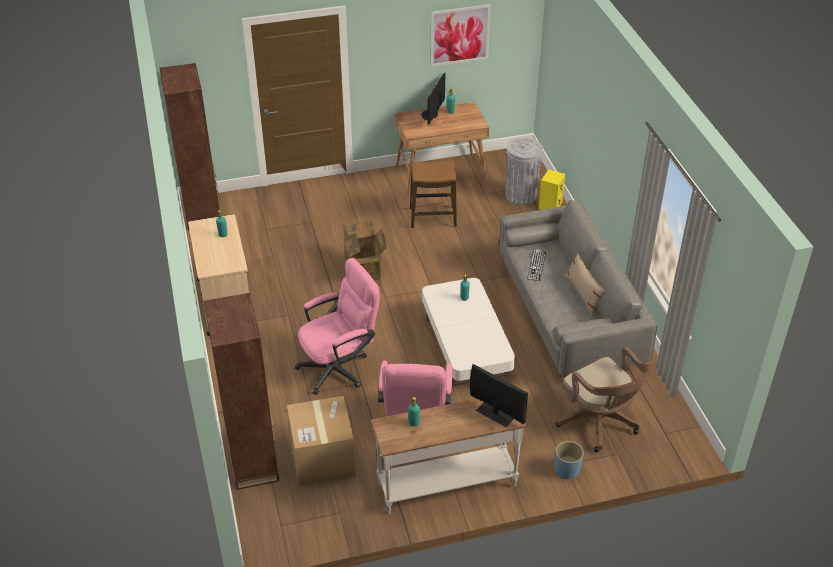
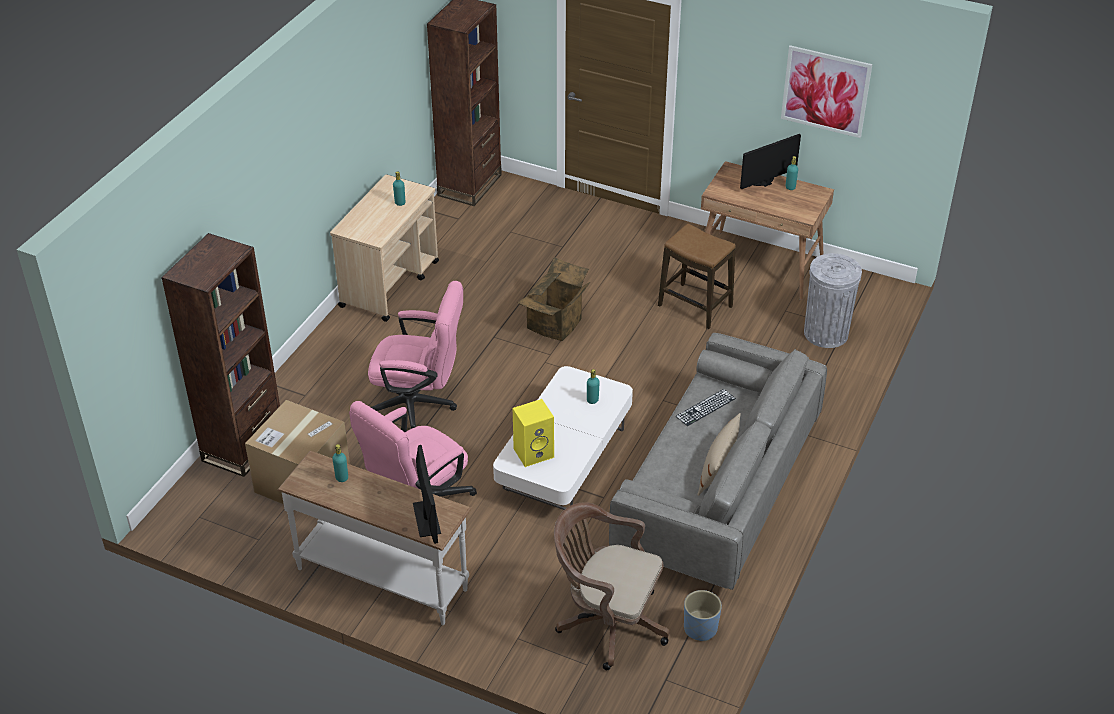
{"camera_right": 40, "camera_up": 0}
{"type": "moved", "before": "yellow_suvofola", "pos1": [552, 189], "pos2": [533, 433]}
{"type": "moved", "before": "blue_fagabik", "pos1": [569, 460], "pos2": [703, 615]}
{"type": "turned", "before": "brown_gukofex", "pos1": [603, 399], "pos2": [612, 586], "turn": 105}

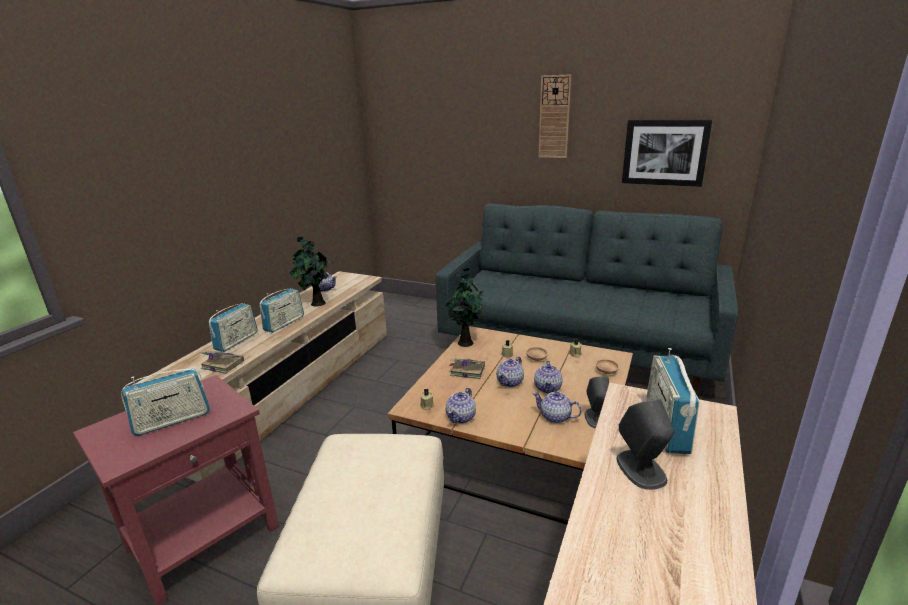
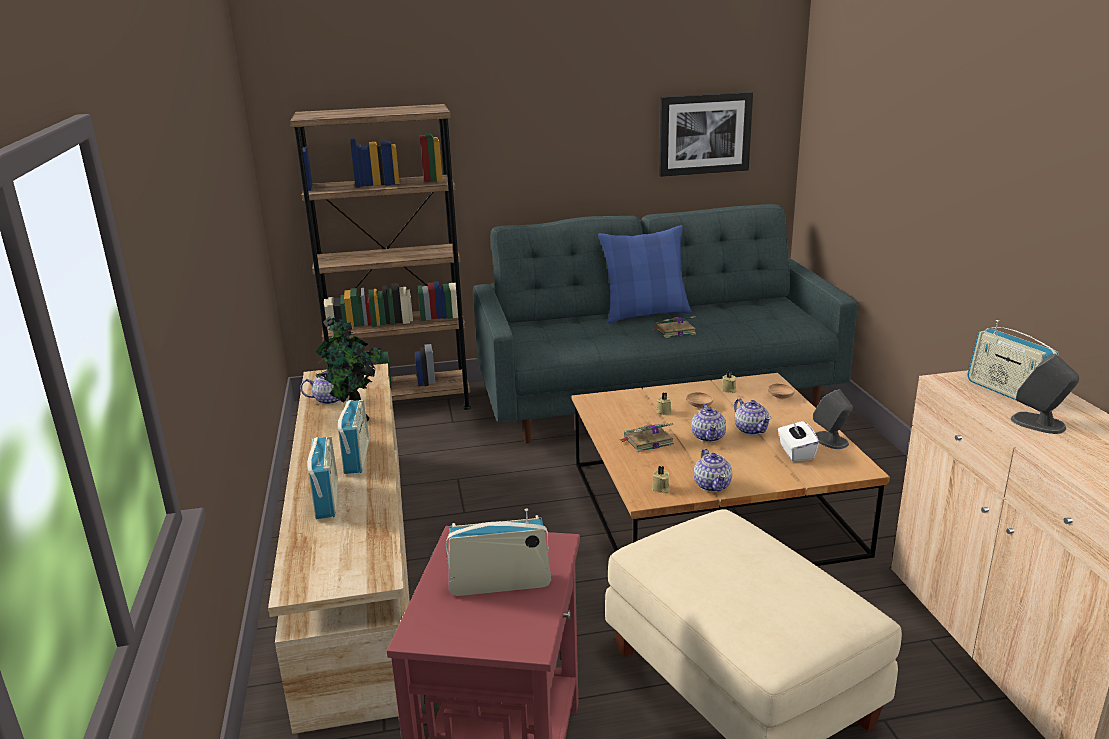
{"camera_right": -35, "camera_up": 0}
{"type": "removed", "before": "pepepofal", "pos1": [463, 307]}
{"type": "removed", "before": "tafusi", "pos1": [554, 116]}
{"type": "added", "after": "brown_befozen", "pos2": [380, 257]}
{"type": "added", "after": "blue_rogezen", "pos2": [645, 274]}
{"type": "moved", "before": "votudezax", "pos1": [221, 362], "pos2": [674, 327]}
{"type": "replaced", "before": "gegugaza", "after": "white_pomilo", "pos1": [557, 407], "pos2": [798, 440]}
{"type": "turned", "before": "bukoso", "pos1": [165, 402], "pos2": [498, 552], "turn": -120}

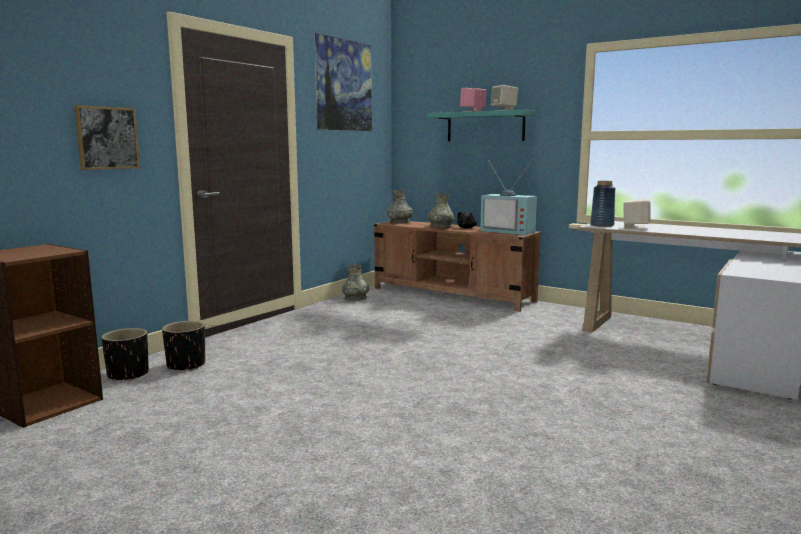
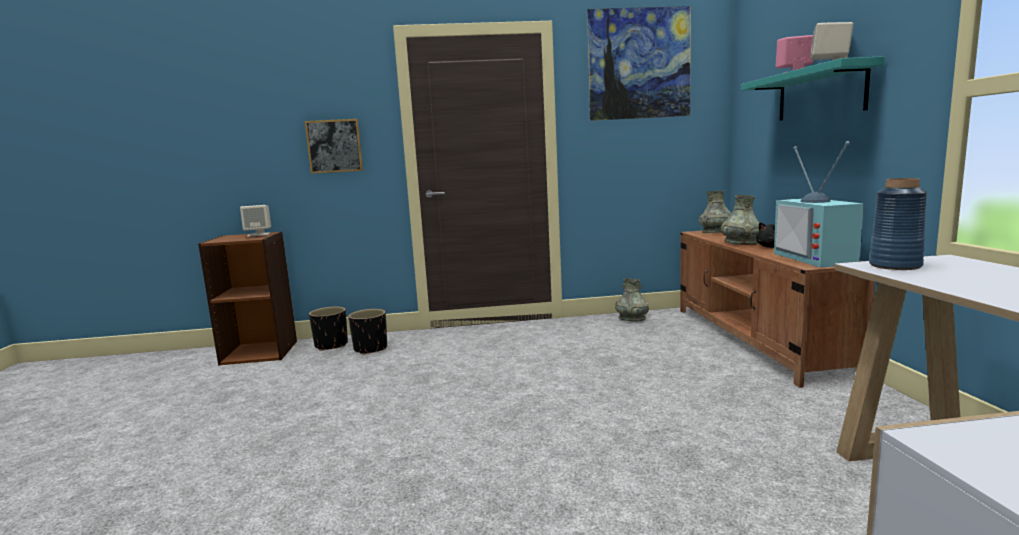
{"camera_right": 50, "camera_up": 0}
{"type": "moved", "before": "beige_suvofola", "pos1": [637, 214], "pos2": [255, 221]}

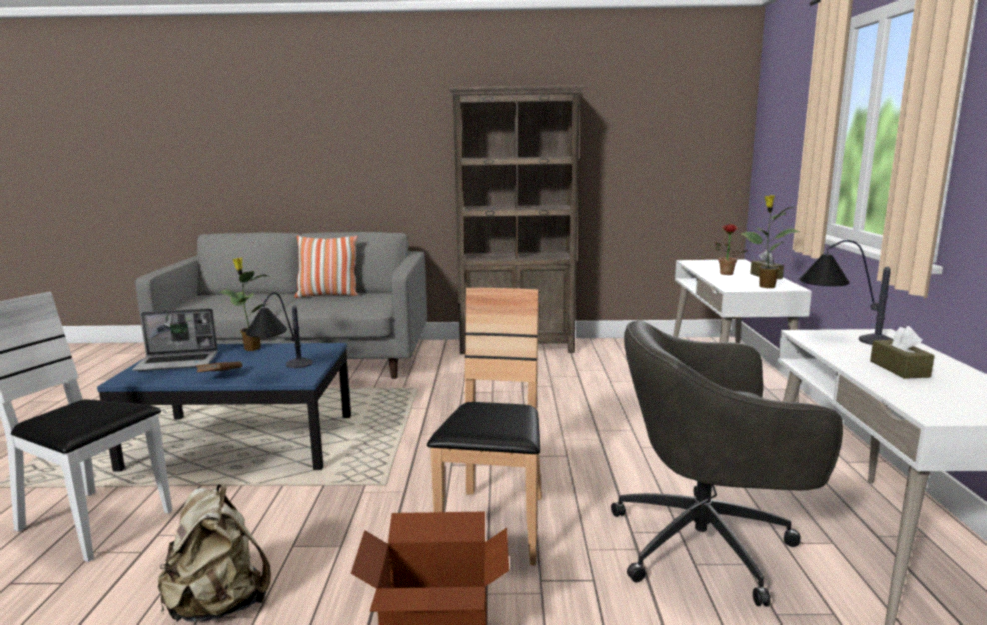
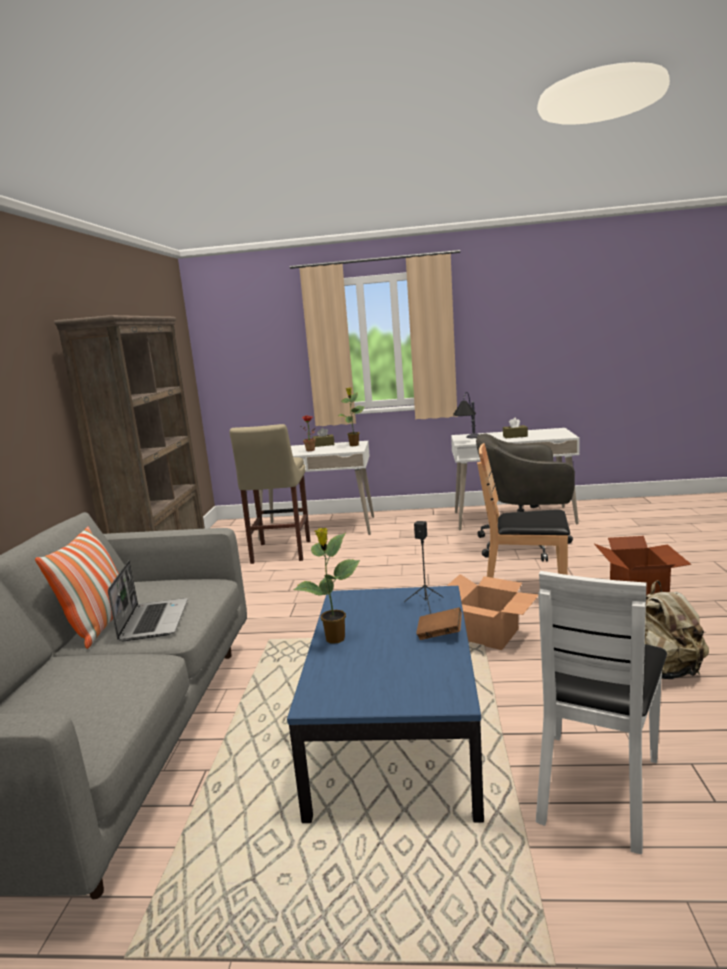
{"camera_right": -85, "camera_up": 0}
{"type": "added", "after": "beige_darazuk", "pos2": [269, 494]}
{"type": "added", "after": "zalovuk", "pos2": [492, 612]}
{"type": "moved", "before": "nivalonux", "pos1": [175, 339], "pos2": [148, 600]}
{"type": "replaced", "before": "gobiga", "after": "black_suvofola", "pos1": [279, 330], "pos2": [424, 567]}
{"type": "turned", "before": "grey_gukofex", "pos1": [727, 463], "pos2": [525, 497], "turn": 90}

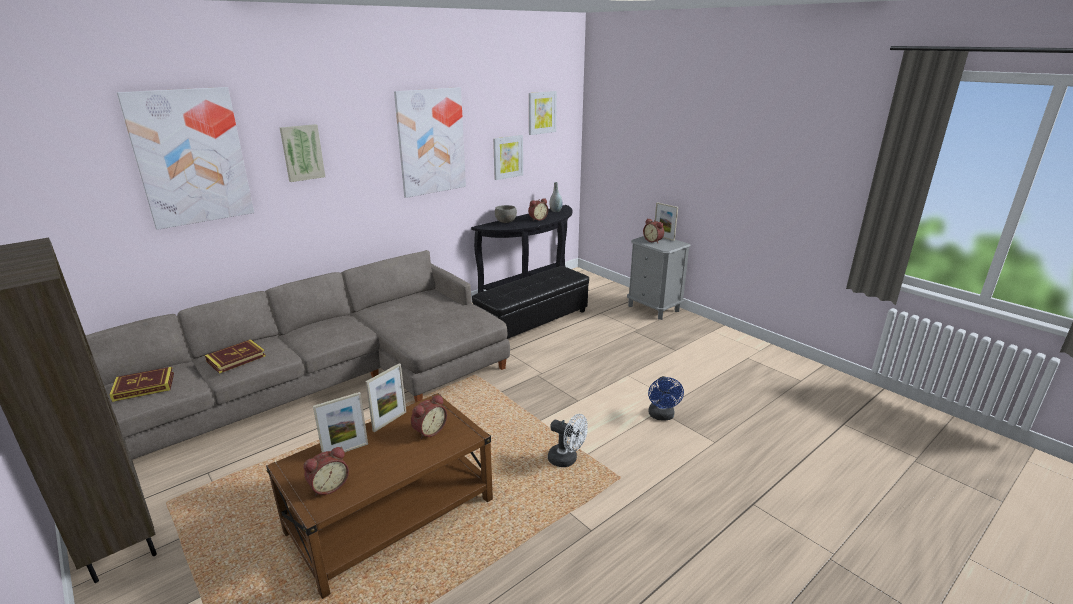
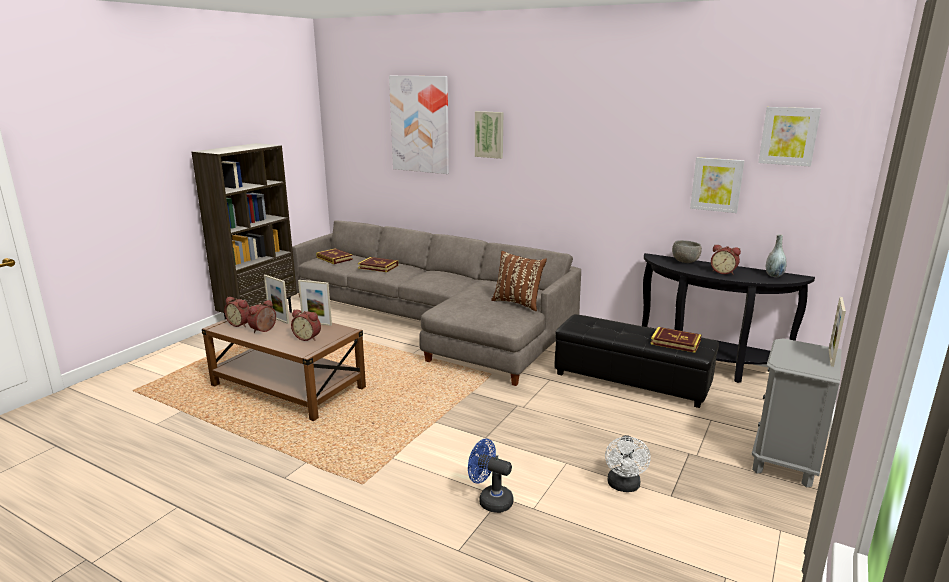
{"camera_right": 70, "camera_up": -5}
{"type": "removed", "before": "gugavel", "pos1": [430, 142]}
{"type": "added", "after": "brown_rogezen", "pos2": [519, 281]}
{"type": "added", "after": "votudezax", "pos2": [676, 340]}
{"type": "moved", "before": "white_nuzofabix", "pos1": [568, 440], "pos2": [628, 463]}
{"type": "moved", "before": "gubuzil", "pos1": [653, 230], "pos2": [261, 316]}
{"type": "turned", "before": "blue_nuzofabix", "pos1": [666, 398], "pos2": [490, 476], "turn": 45}

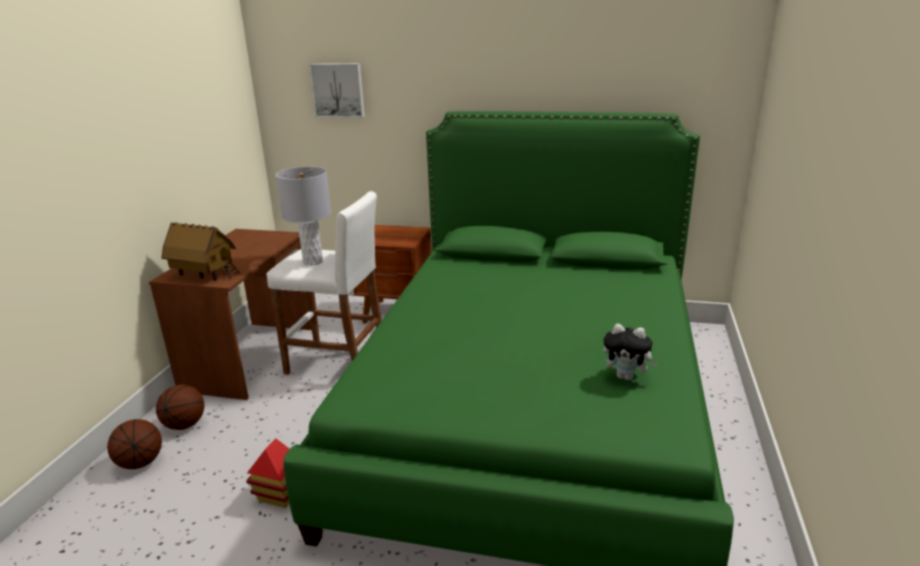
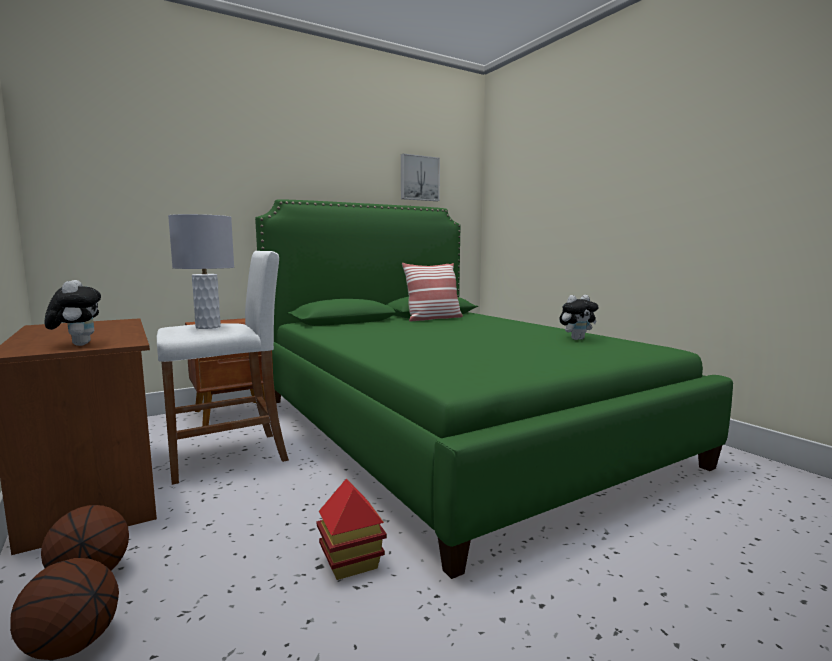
{"camera_right": -45, "camera_up": -15}
{"type": "added", "after": "rogezen", "pos2": [432, 292]}
{"type": "moved", "before": "gugavel", "pos1": [337, 90], "pos2": [420, 177]}
{"type": "replaced", "before": "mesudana", "after": "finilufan", "pos1": [200, 251], "pos2": [73, 313]}

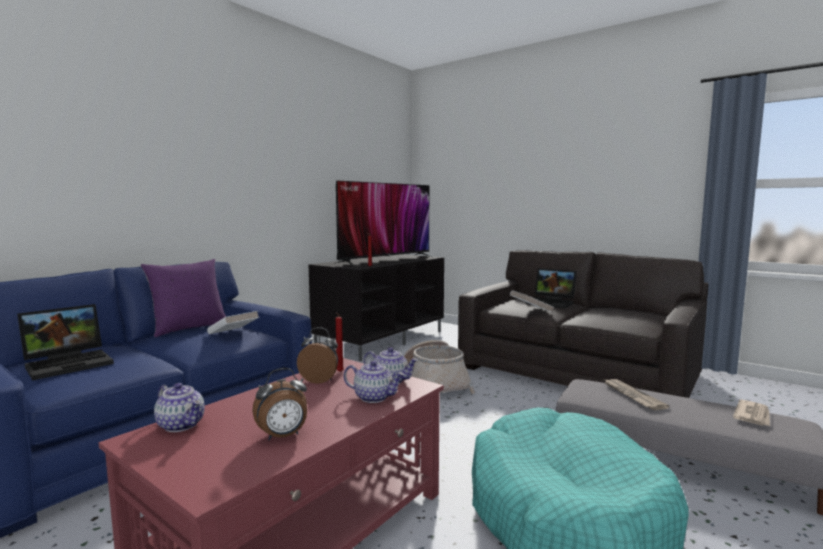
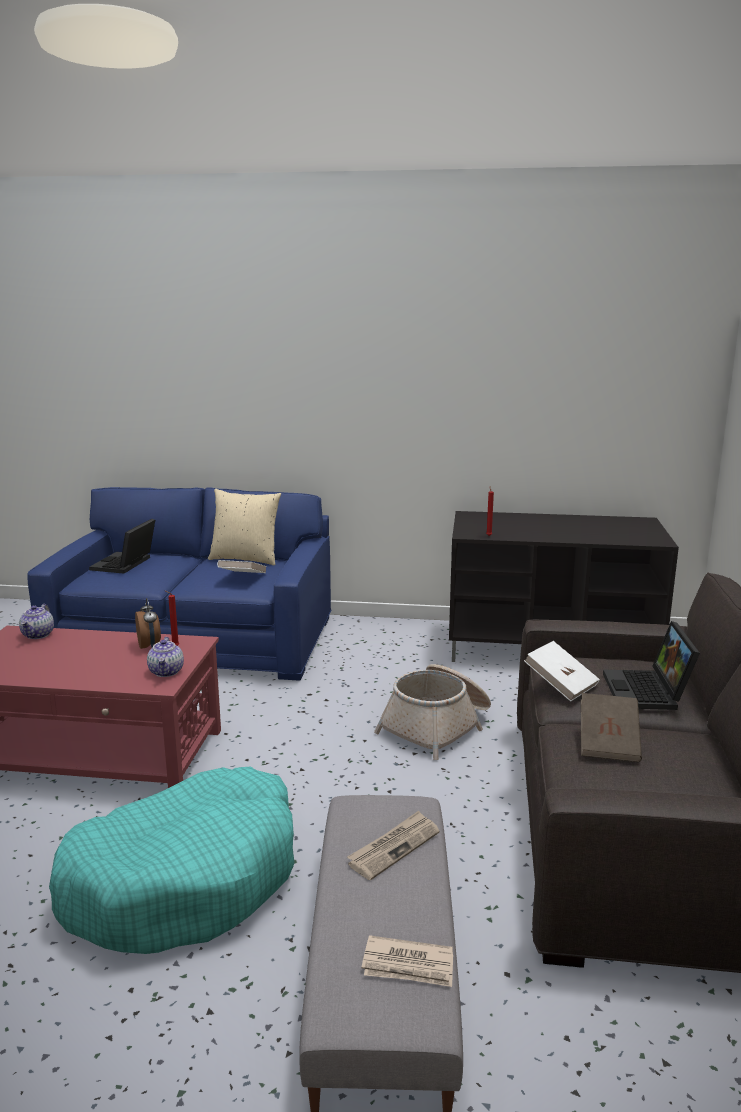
{"camera_right": 60, "camera_up": 10}
{"type": "removed", "before": "gubuzil", "pos1": [279, 404]}
{"type": "removed", "before": "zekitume", "pos1": [384, 223]}
{"type": "removed", "before": "gegugaza", "pos1": [374, 381]}
{"type": "added", "after": "brown_votudezax", "pos2": [611, 727]}
{"type": "recoloured", "before": "purple_rogezen", "after": "beige_rogezen", "pos1": [183, 298], "pos2": [244, 527]}
{"type": "turned", "before": "nivalonux", "pos1": [65, 342], "pos2": [122, 546], "turn": 90}

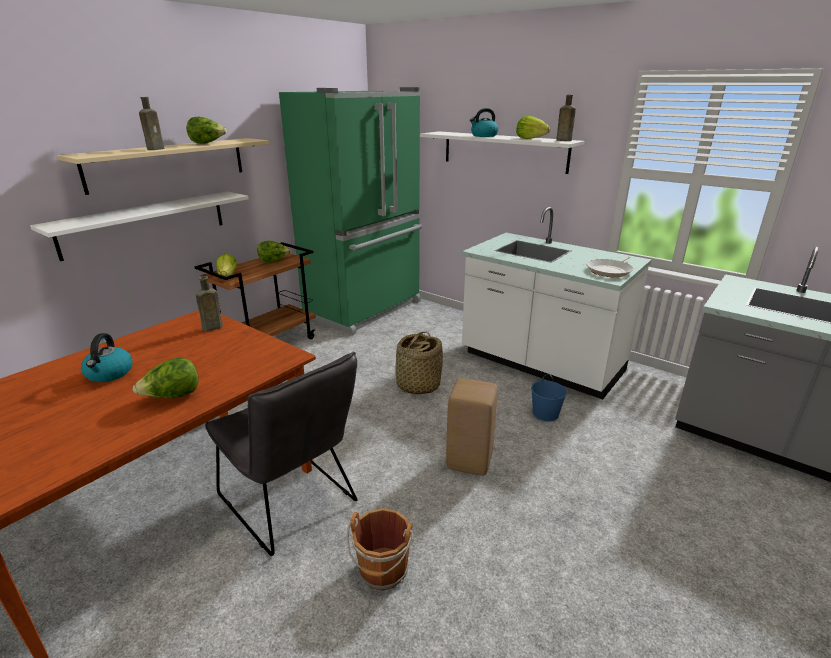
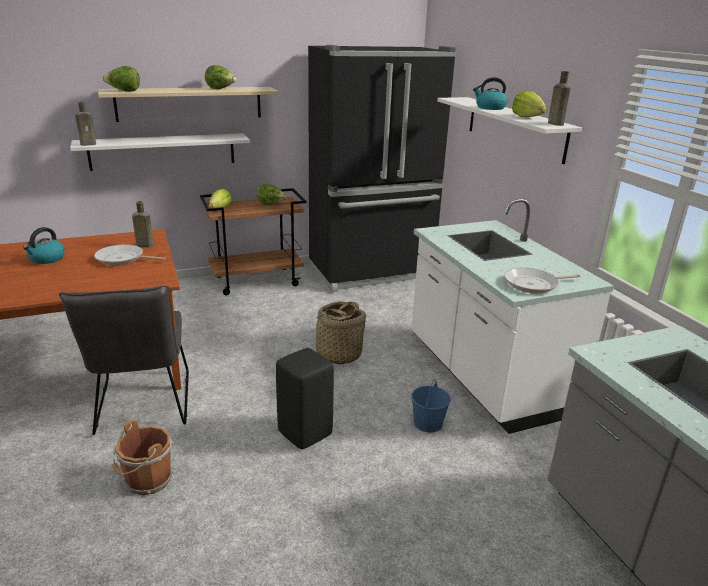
{"camera_right": 30, "camera_up": 0}
{"type": "added", "after": "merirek", "pos2": [130, 254]}
{"type": "moved", "before": "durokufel", "pos1": [166, 378], "pos2": [121, 79]}
{"type": "moved", "before": "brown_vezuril", "pos1": [152, 123], "pos2": [85, 124]}
{"type": "recoloured", "before": "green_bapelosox", "after": "black_bapelosox", "pos1": [350, 211], "pos2": [382, 169]}
{"type": "recoloured", "before": "beige_darazuk", "after": "black_darazuk", "pos1": [472, 427], "pos2": [305, 398]}

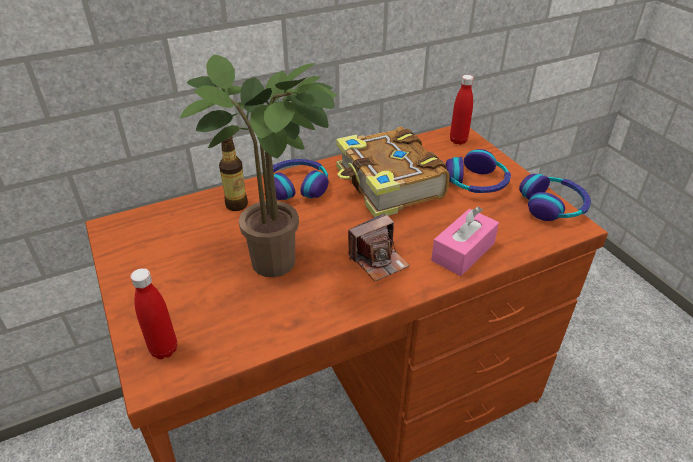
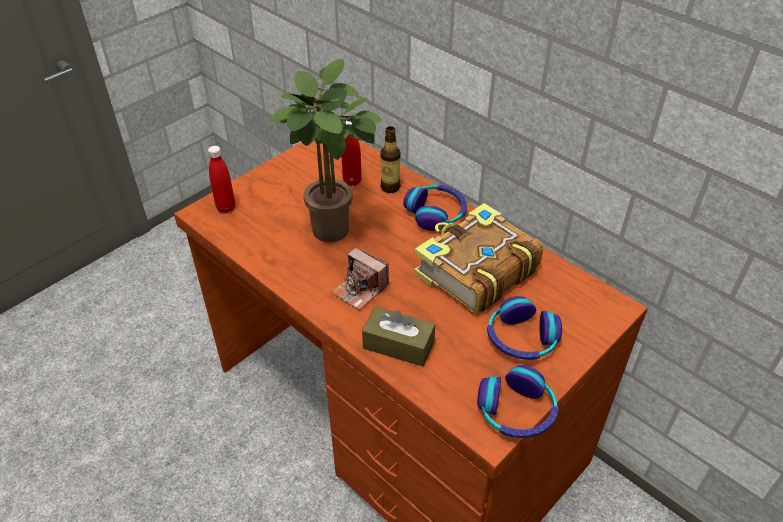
{"camera_right": 70, "camera_up": 5}
{"type": "moved", "before": "red_vezuril", "pos1": [462, 110], "pos2": [352, 153]}
{"type": "recoloured", "before": "pink_pomilo", "after": "brown_pomilo", "pos1": [465, 241], "pos2": [398, 337]}

